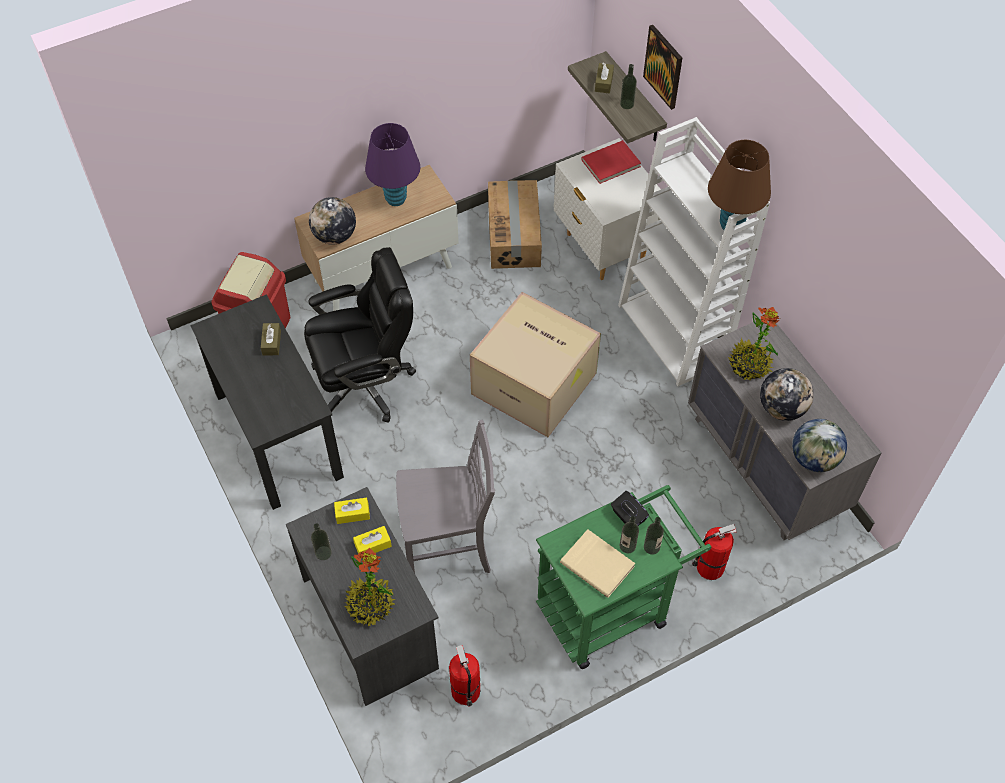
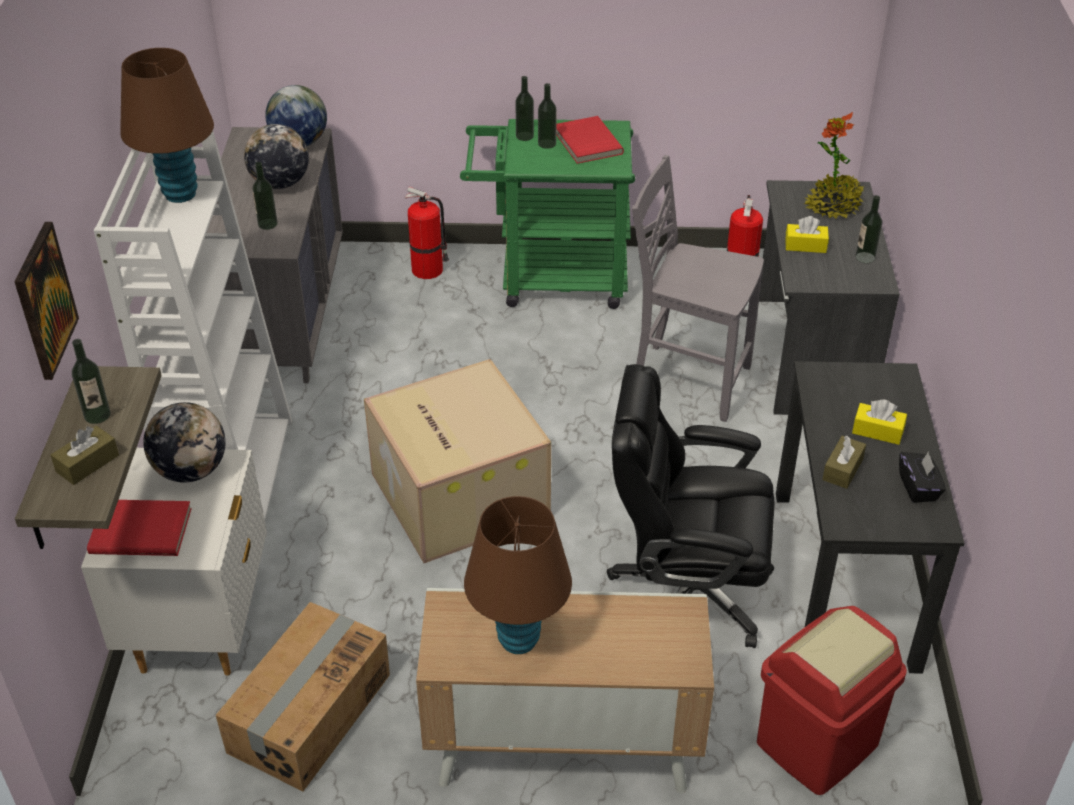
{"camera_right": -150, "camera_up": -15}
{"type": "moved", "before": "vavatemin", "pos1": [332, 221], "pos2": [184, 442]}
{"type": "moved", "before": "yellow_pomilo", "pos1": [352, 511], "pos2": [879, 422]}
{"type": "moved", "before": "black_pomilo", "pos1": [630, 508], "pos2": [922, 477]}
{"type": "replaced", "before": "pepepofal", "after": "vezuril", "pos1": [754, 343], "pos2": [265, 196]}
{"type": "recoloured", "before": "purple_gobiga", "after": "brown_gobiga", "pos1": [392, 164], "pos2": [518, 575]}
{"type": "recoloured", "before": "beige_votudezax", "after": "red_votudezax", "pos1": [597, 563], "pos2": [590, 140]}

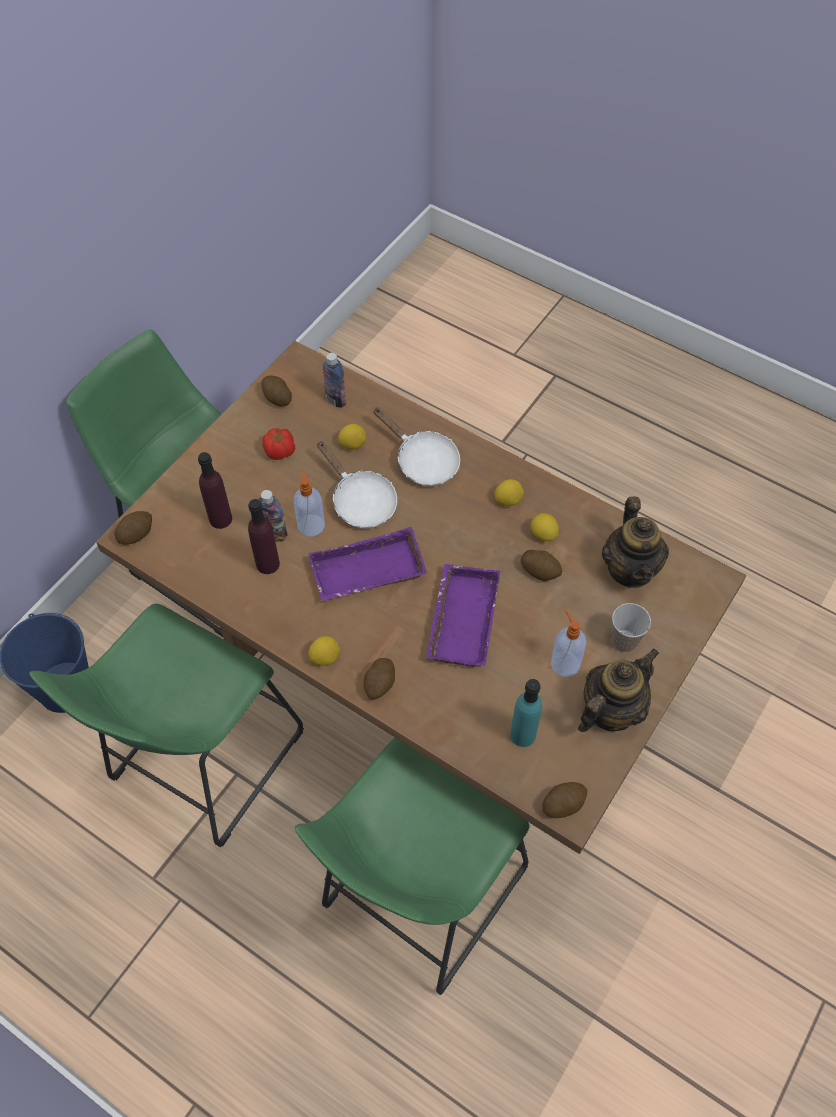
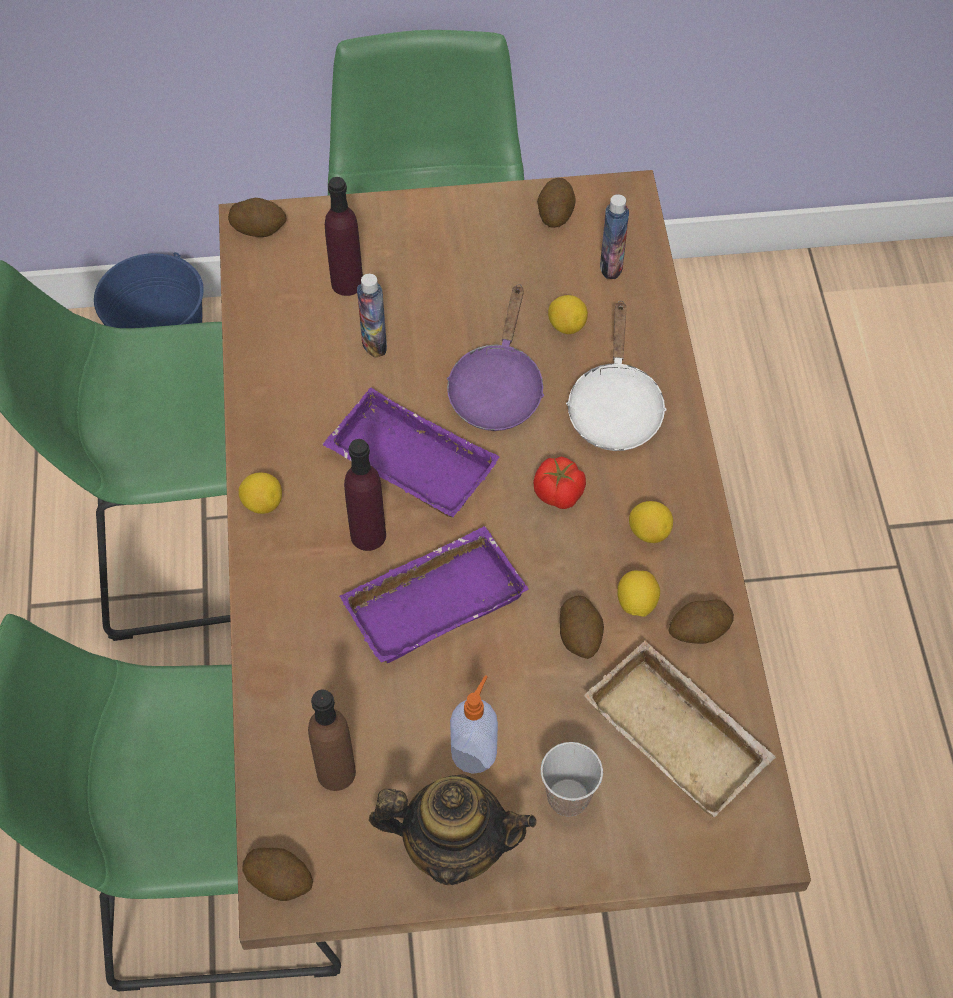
{"camera_right": 50, "camera_up": 0}
{"type": "removed", "before": "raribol", "pos1": [309, 502]}
{"type": "moved", "before": "purple_vezuril", "pos1": [264, 536], "pos2": [365, 495]}
{"type": "moved", "before": "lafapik", "pos1": [279, 443], "pos2": [559, 482]}
{"type": "moved", "before": "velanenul", "pos1": [379, 679], "pos2": [701, 621]}
{"type": "replaced", "before": "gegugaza", "after": "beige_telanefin", "pos1": [635, 542], "pos2": [680, 728]}
{"type": "recoloured", "before": "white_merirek", "after": "purple_merirek", "pos1": [357, 484], "pos2": [495, 357]}
{"type": "recoloured", "before": "turquoise_vezuril", "after": "brown_vezuril", "pos1": [526, 713], "pos2": [332, 740]}

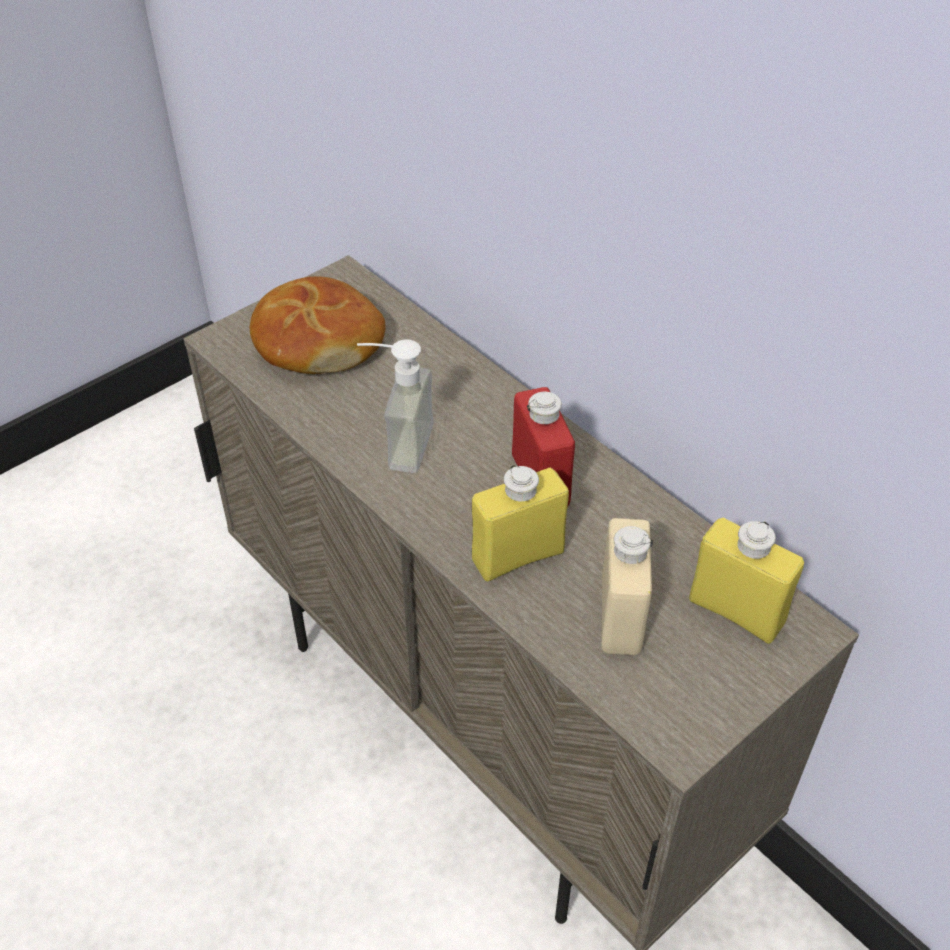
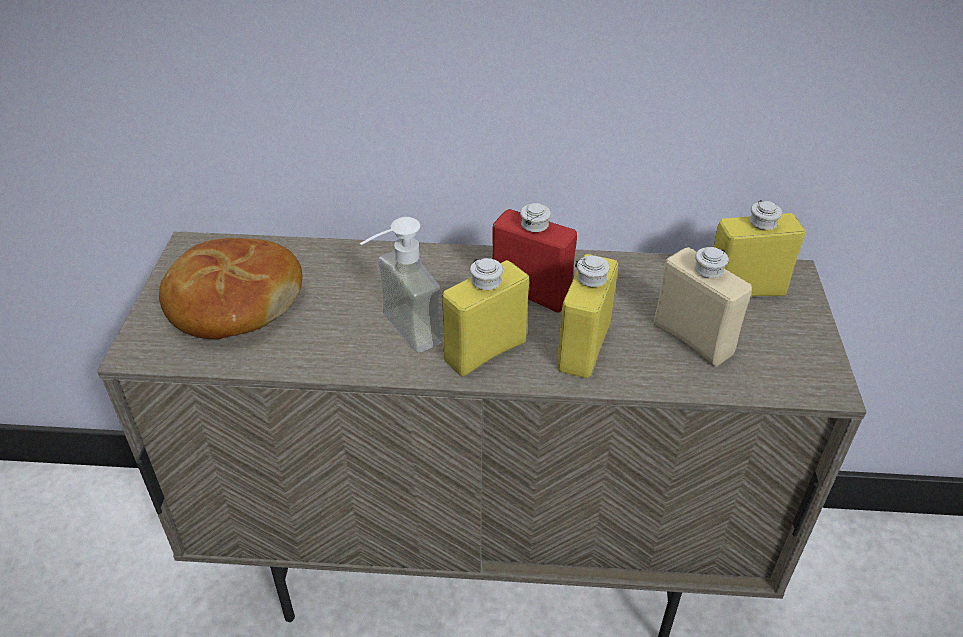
{"camera_right": -45, "camera_up": -5}
{"type": "added", "after": "yellow_vezuril", "pos2": [485, 317]}

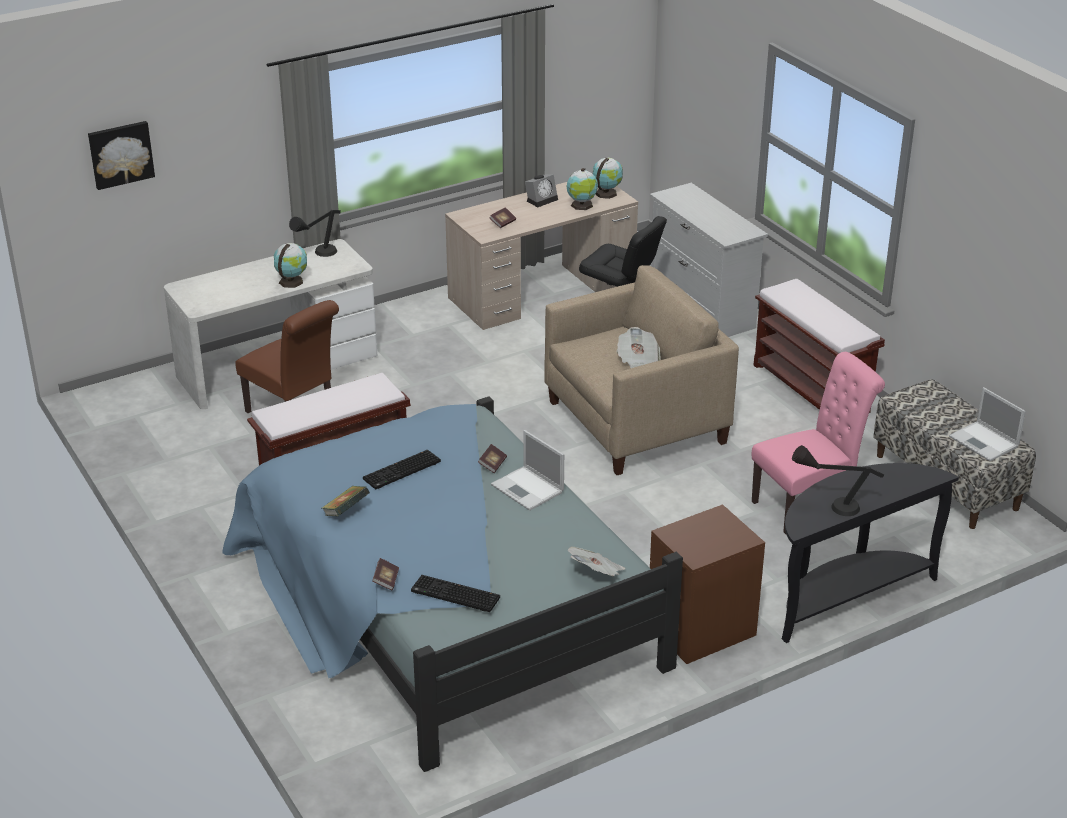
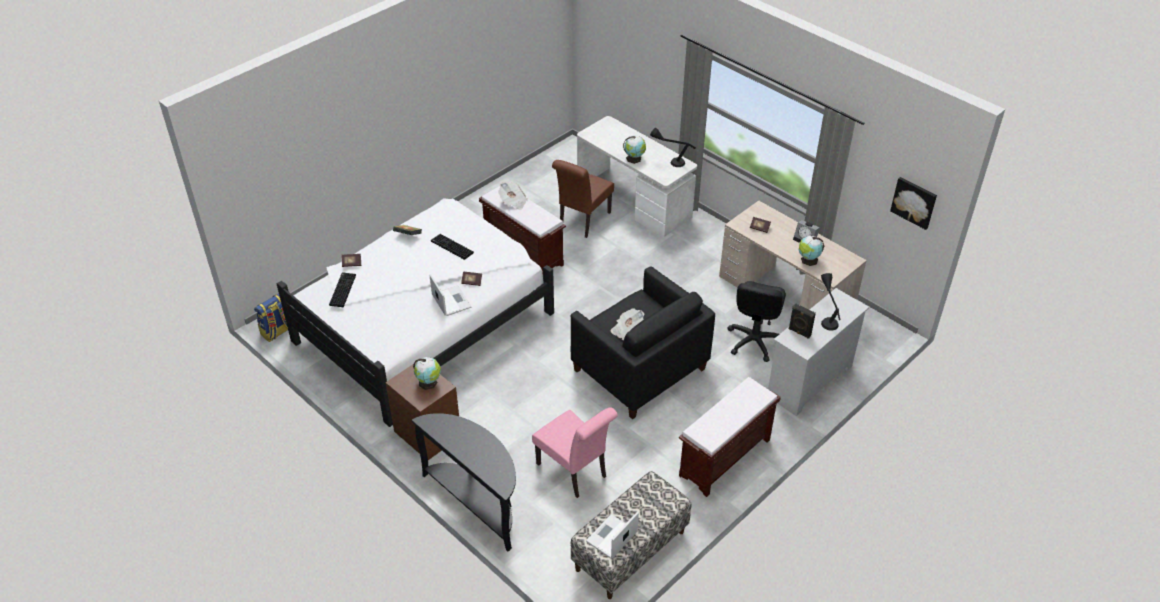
{"camera_right": 75, "camera_up": 10}
{"type": "added", "after": "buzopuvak", "pos2": [271, 317]}
{"type": "added", "after": "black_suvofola", "pos2": [802, 321]}
{"type": "moved", "before": "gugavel", "pos1": [121, 155], "pos2": [913, 203]}
{"type": "moved", "before": "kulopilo", "pos1": [596, 561], "pos2": [513, 196]}
{"type": "moved", "before": "vavatemin", "pos1": [608, 178], "pos2": [427, 373]}
{"type": "moved", "before": "black_gobiga", "pos1": [838, 480], "pos2": [830, 301]}
{"type": "recoloured", "before": "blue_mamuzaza", "after": "white_mamuzaza", "pos1": [452, 584], "pos2": [415, 312]}
{"type": "recoloured", "before": "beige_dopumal", "after": "black_dopumal", "pos1": [641, 370], "pos2": [643, 342]}
{"type": "turned", "before": "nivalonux", "pos1": [527, 470], "pos2": [450, 295], "turn": 120}

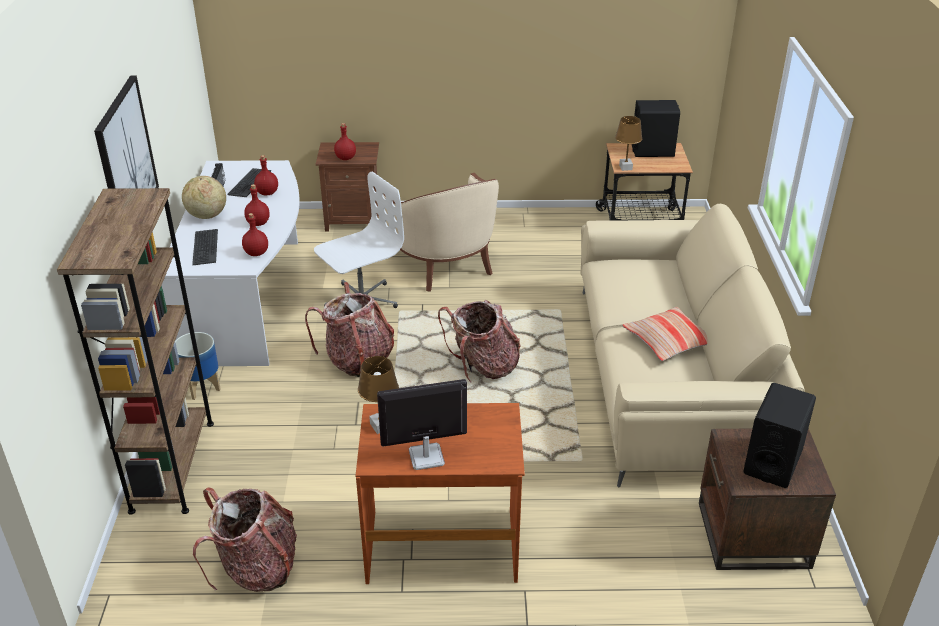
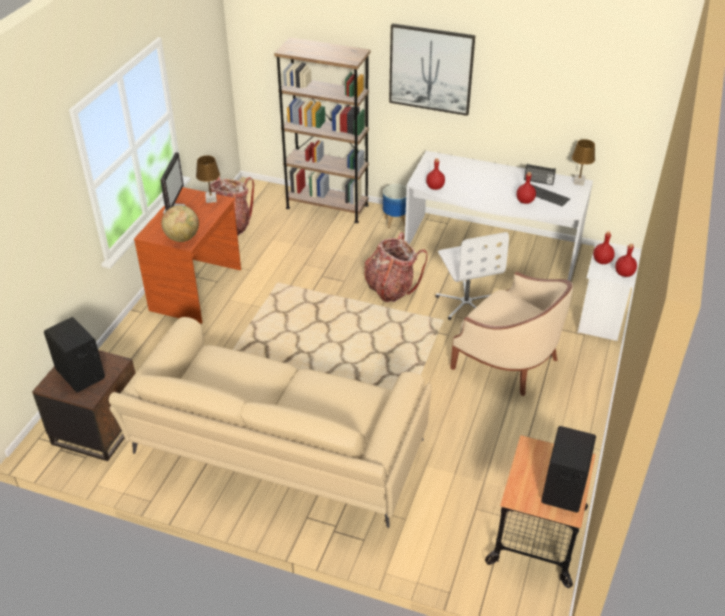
{"camera_right": 110, "camera_up": 5}
{"type": "removed", "before": "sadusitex", "pos1": [205, 247]}
{"type": "removed", "before": "buzopuvak", "pos1": [479, 341]}
{"type": "removed", "before": "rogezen", "pos1": [665, 334]}
{"type": "moved", "before": "vavatemin", "pos1": [204, 197], "pos2": [180, 223]}
{"type": "moved", "before": "red_vezuril", "pos1": [257, 205], "pos2": [626, 260]}
{"type": "moved", "before": "brown_gobiga", "pos1": [628, 143], "pos2": [583, 162]}
{"type": "recoloured", "before": "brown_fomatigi", "after": "white_fomatigi", "pos1": [347, 187], "pos2": [609, 292]}
{"type": "turned", "before": "beige_dopumal", "pos1": [441, 232], "pos2": [511, 334], "turn": -135}

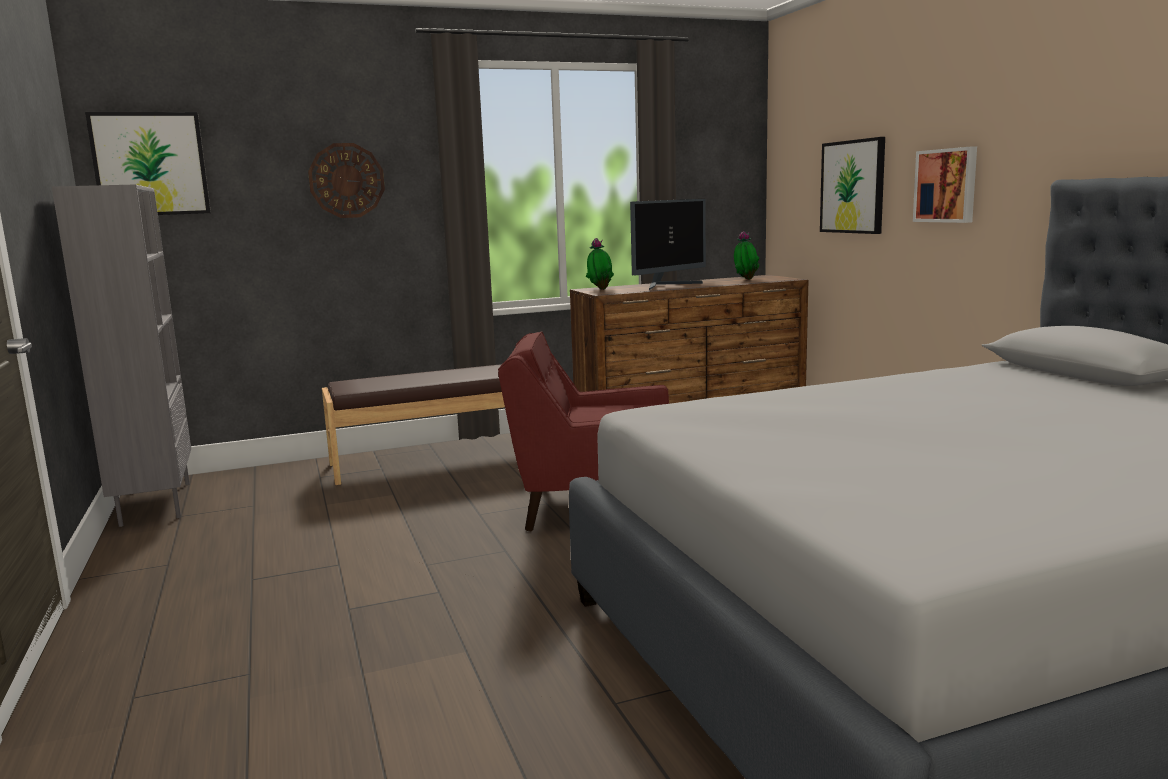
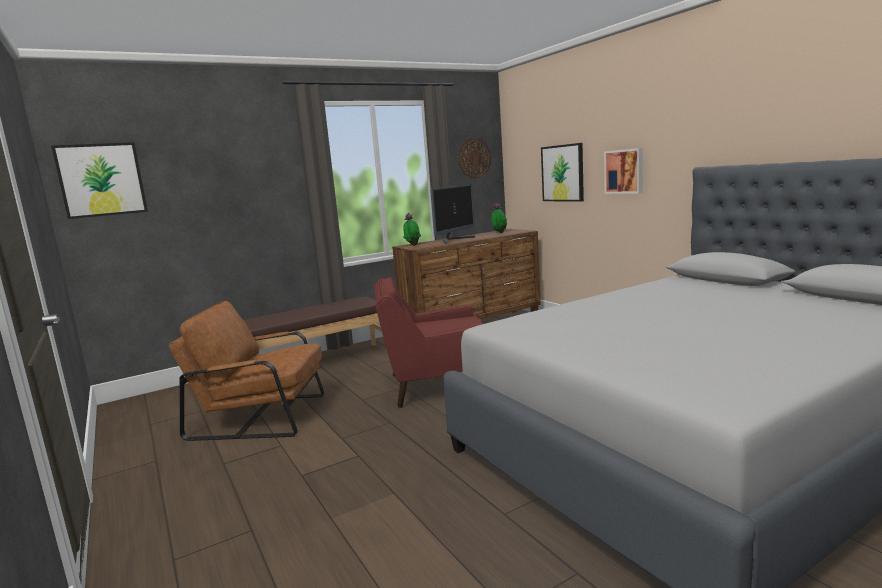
{"camera_right": -10, "camera_up": 0}
{"type": "removed", "before": "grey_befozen", "pos1": [121, 356]}
{"type": "added", "after": "brown_dopumal", "pos2": [246, 371]}
{"type": "moved", "before": "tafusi", "pos1": [346, 180], "pos2": [474, 158]}

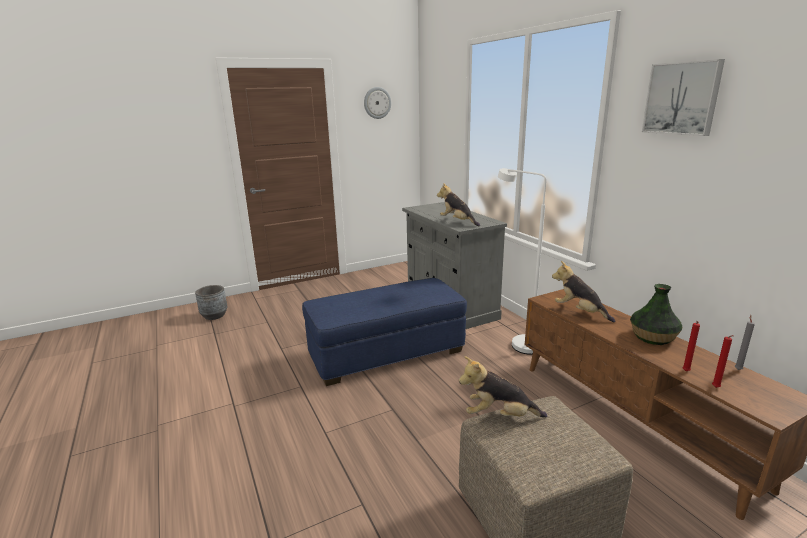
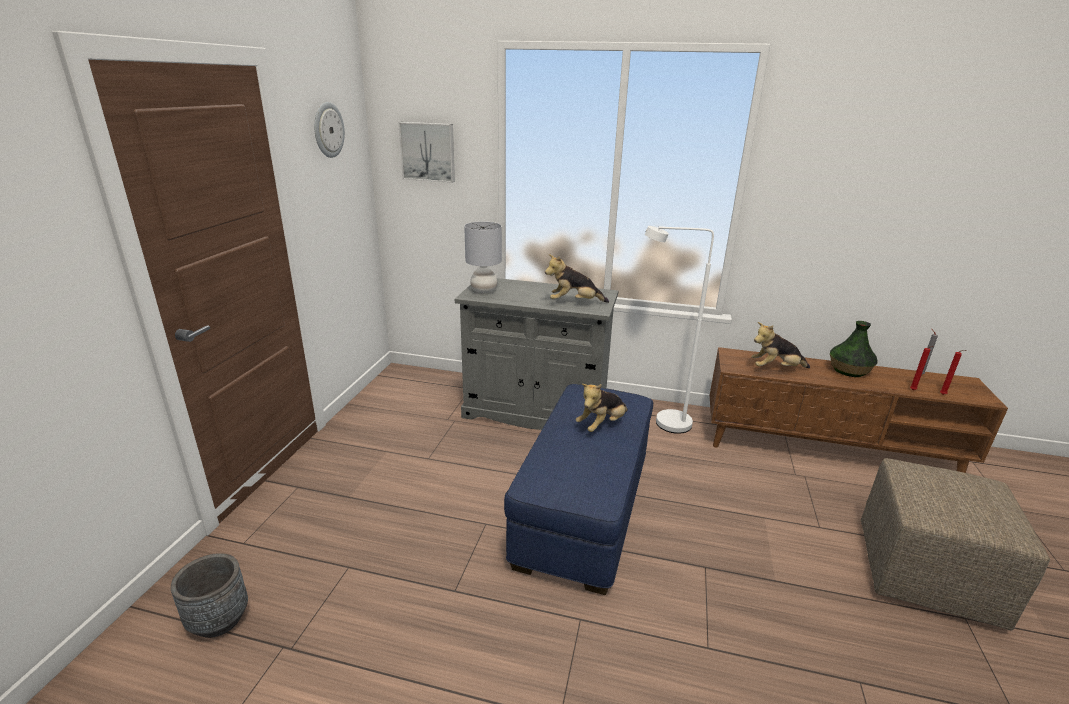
{"camera_right": -50, "camera_up": 5}
{"type": "added", "after": "grey_gobiga", "pos2": [483, 257]}
{"type": "moved", "before": "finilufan", "pos1": [503, 387], "pos2": [602, 408]}
{"type": "moved", "before": "gugavel", "pos1": [683, 97], "pos2": [426, 152]}

